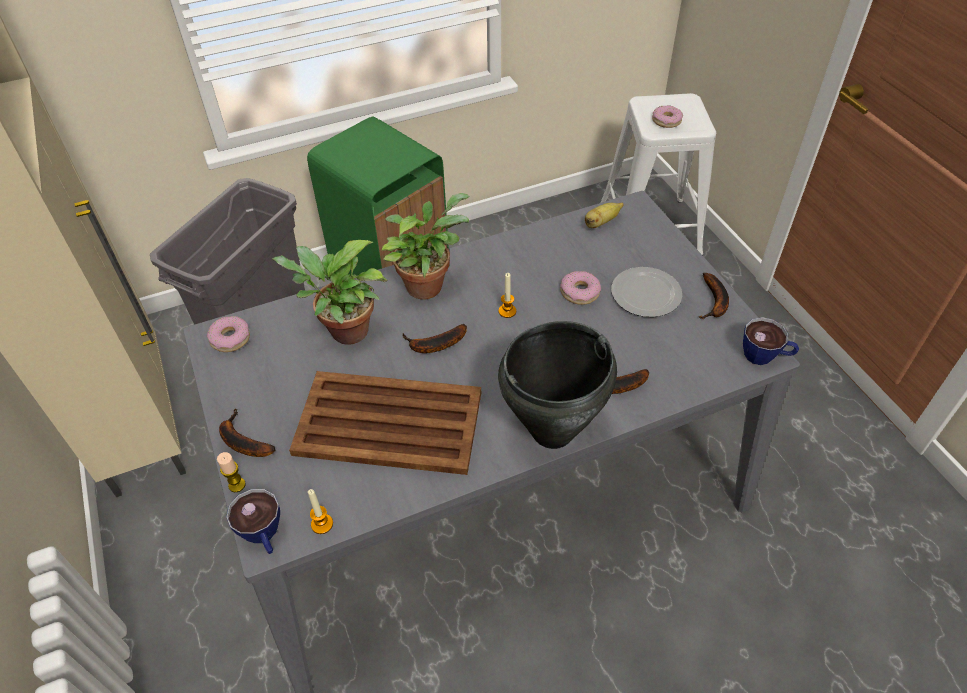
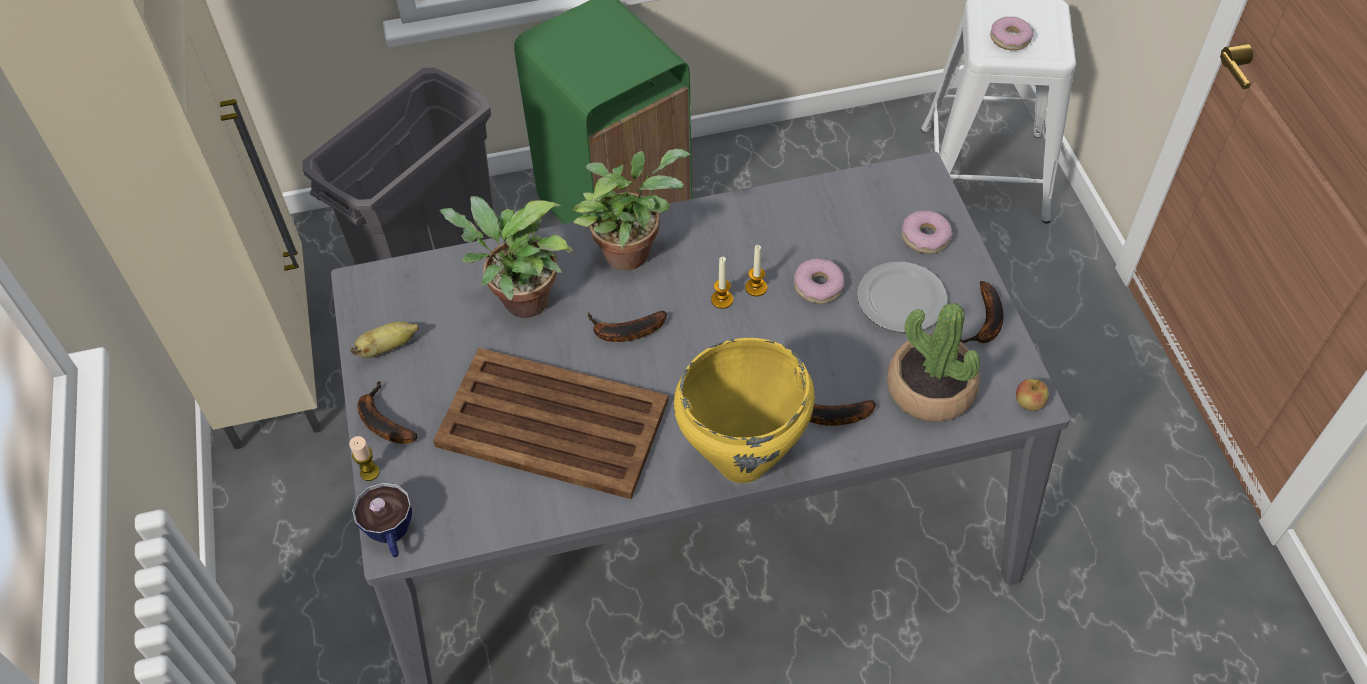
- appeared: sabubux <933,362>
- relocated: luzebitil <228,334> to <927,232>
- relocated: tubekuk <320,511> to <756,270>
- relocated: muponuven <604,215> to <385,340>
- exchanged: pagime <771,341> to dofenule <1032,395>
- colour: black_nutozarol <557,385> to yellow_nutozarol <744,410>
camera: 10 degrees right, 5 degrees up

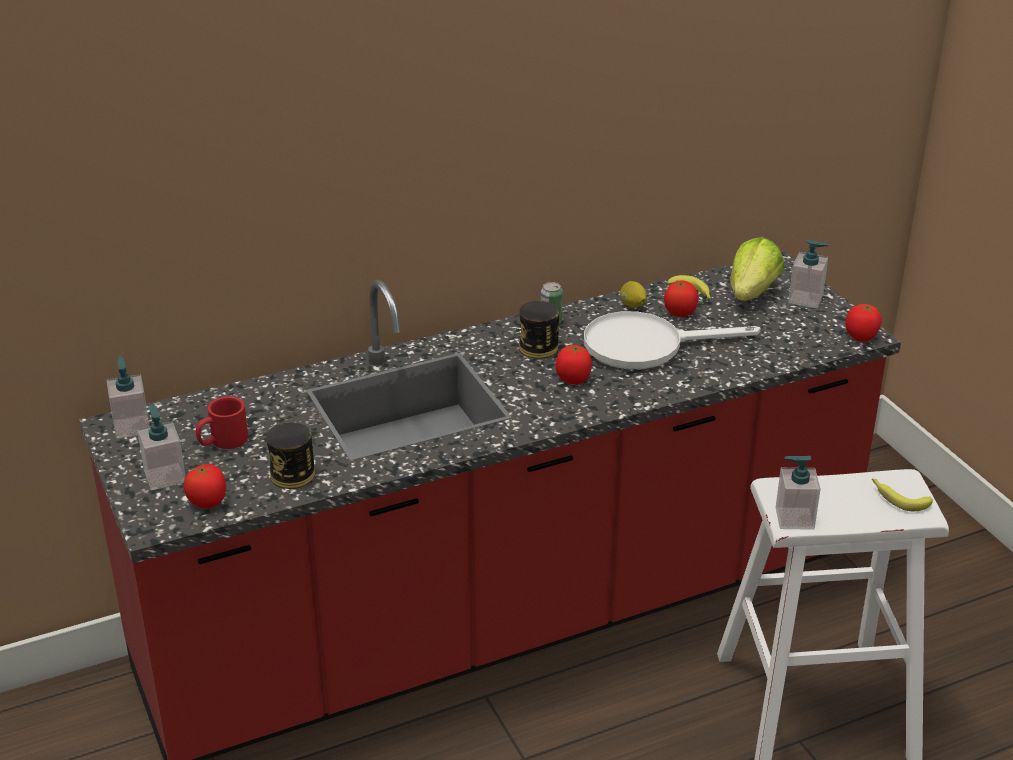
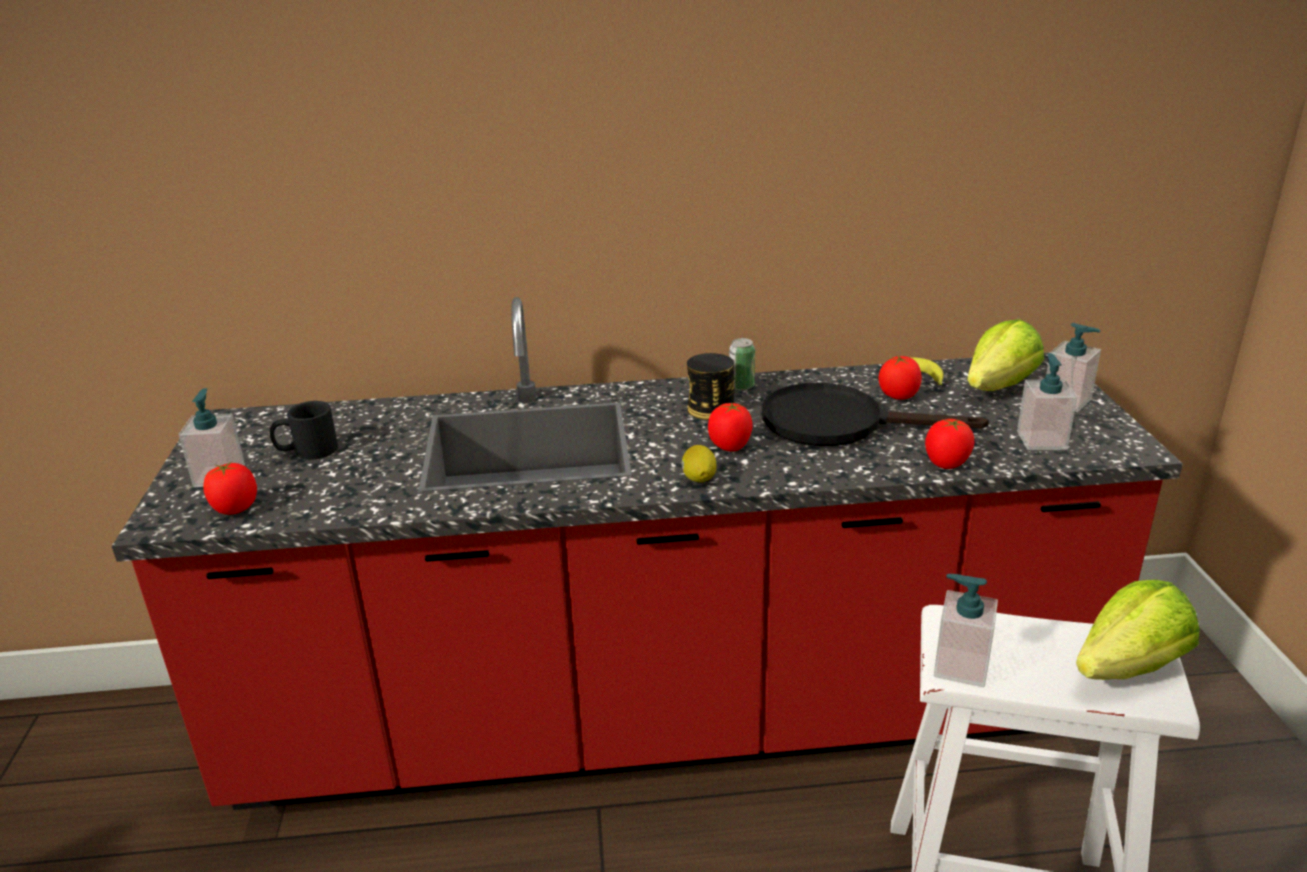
- missing: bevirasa <290,455>
- relocated: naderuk <128,397> to <1047,401>
- relocated: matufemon <633,294> to <699,463>
- relocated: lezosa <863,323> to <949,444>
- exchanged: muponuven <902,495> to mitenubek <1138,629>
- colour: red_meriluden <222,422> to black_meriluden <304,430>
- colour: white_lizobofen <672,340> to black_lizobofen <875,414>
camera: 20 degrees right, 5 degrees down

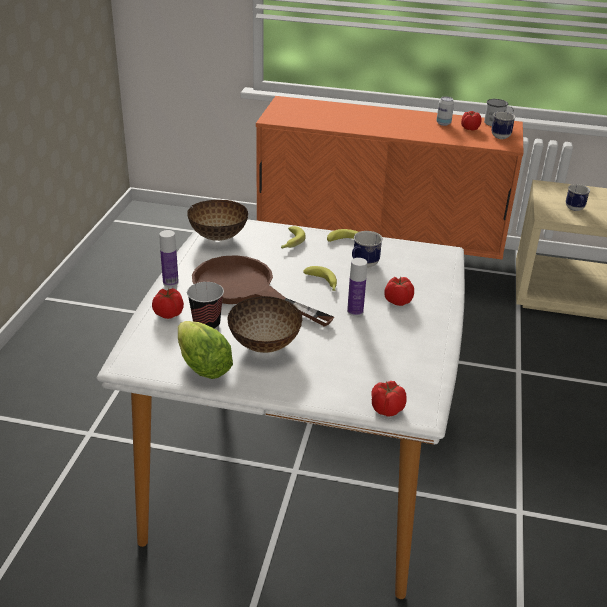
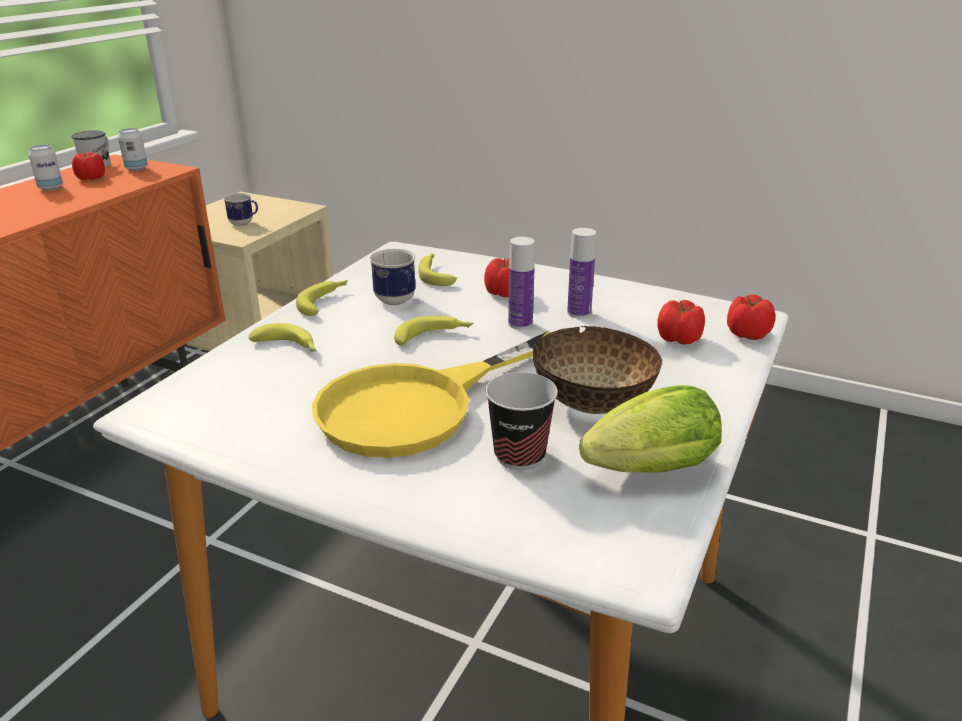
- missing: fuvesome <217,220>
- appeared: muponuven <437,269>
- relocated: lezosa <168,303> to <681,322>
- relocated: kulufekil <169,258> to <581,273>
- exchanged: meriluden <503,125> to bevirasa <133,149>
- colour: brown_lizobofen <263,291> to yellow_lizobofen <432,394>
camera: 75 degrees left, 5 degrees down

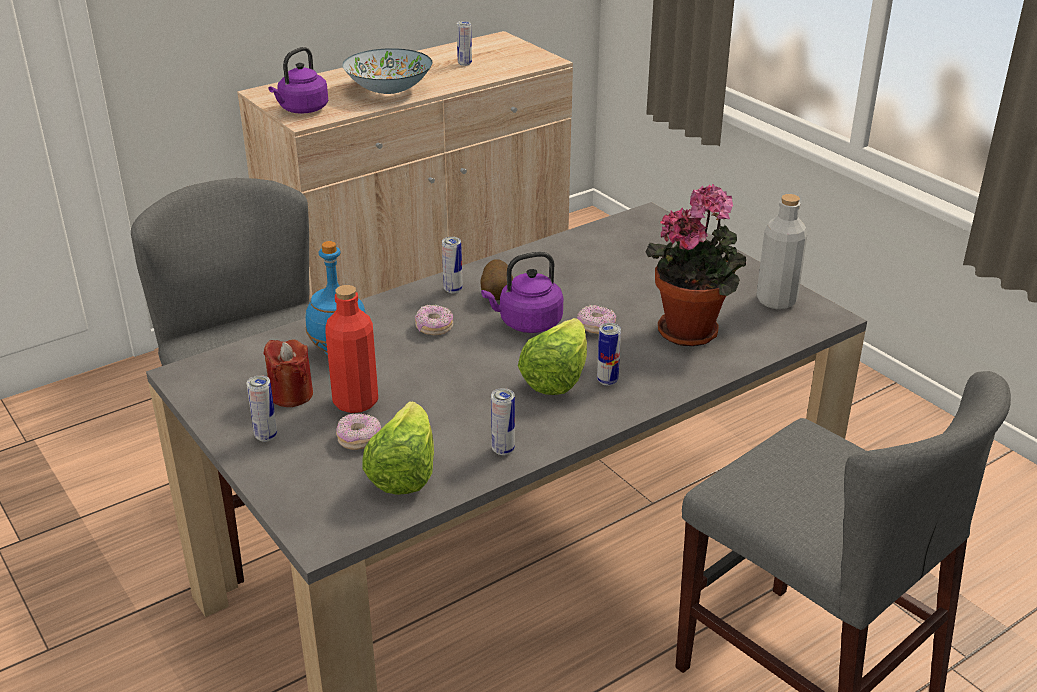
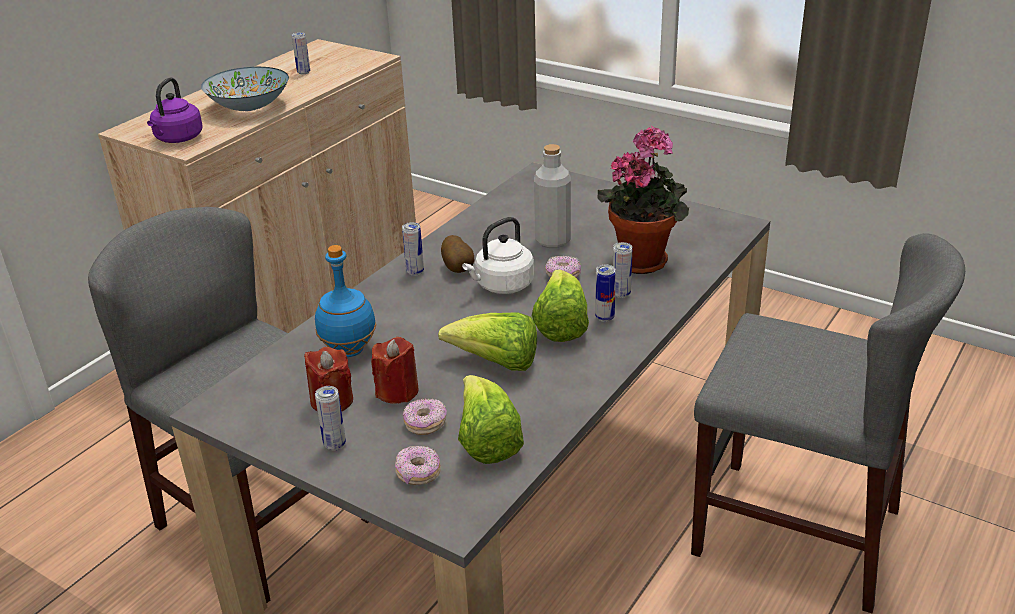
- appeared: mitenubek <487,342>
- relocated: luzebitil <434,320> to <418,465>
- relocated: bevirasa <503,421> to <622,270>
- relocated: grey_kulufekil <782,251> to <552,196>
- exchanged: red_kulufekil <351,349> to red_tubekuk <394,370>
- colour: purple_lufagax <522,292> to white_lufagax <498,255>
camera: 20 degrees left, 0 degrees up

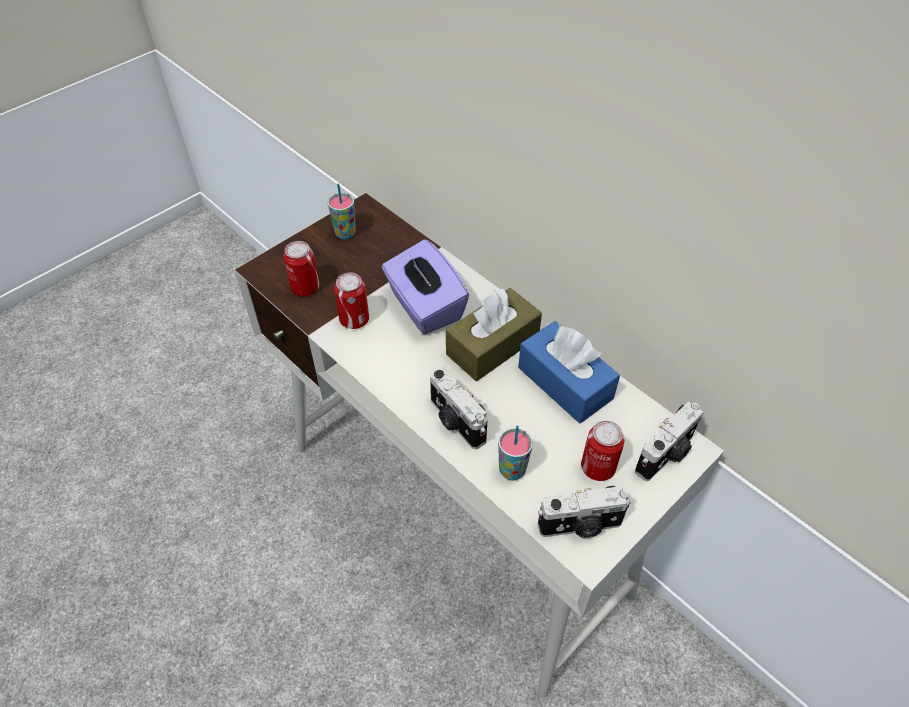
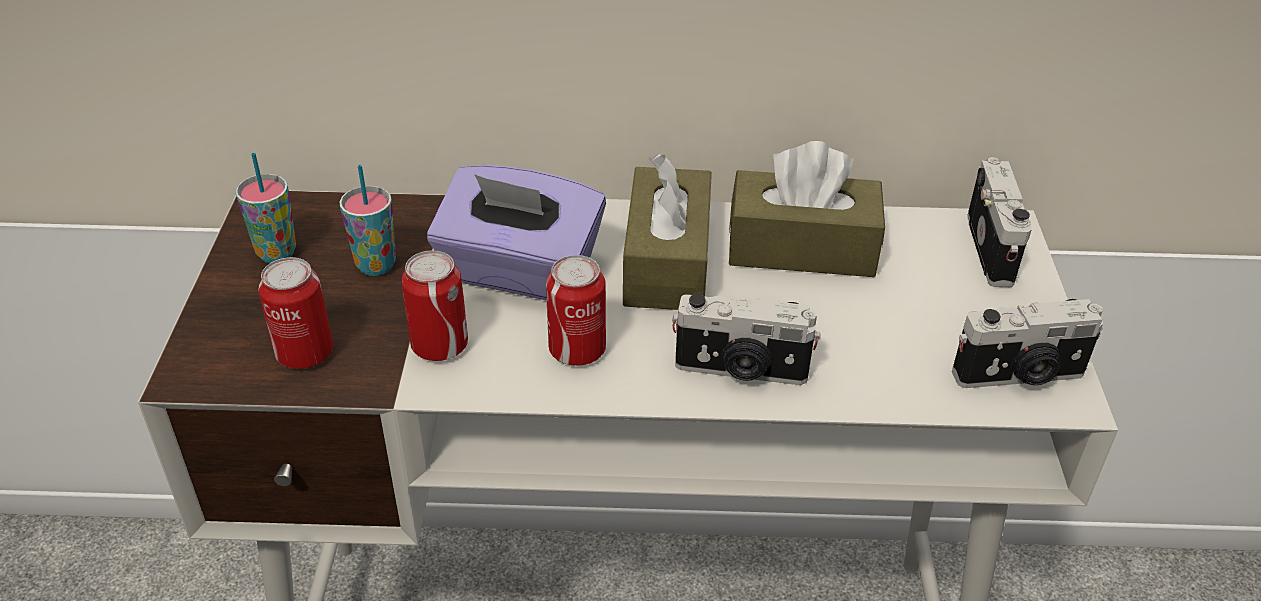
- relocated: pagime <515,453> to <368,220>
- relocated: bevirasa <603,450> to <576,310>
- colour: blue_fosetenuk <569,372> to brown_fosetenuk <807,209>
- spun: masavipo <584,512> = <1027,343> 45 degrees clockwise
camera: 45 degrees left, 10 degrees down

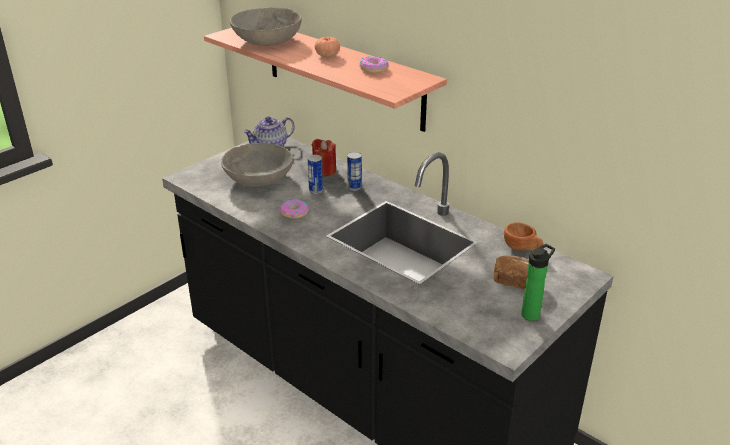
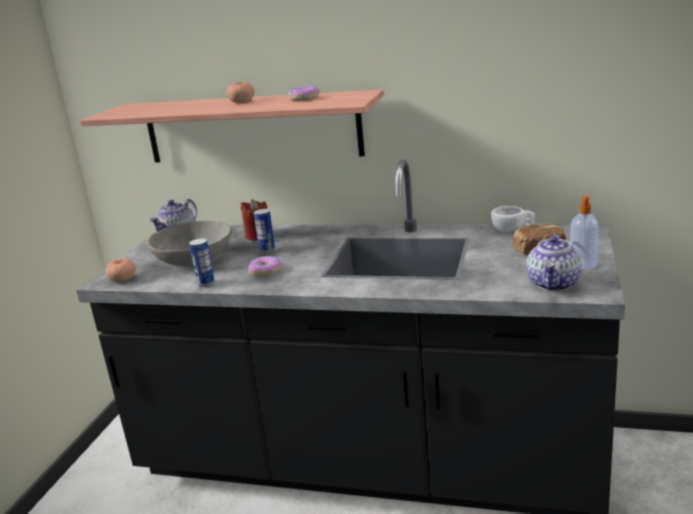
- missing: grey_fuvesome <266,26>
- appeared: lezosa <120,270>
- appeared: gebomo <554,262>
- relocated: bevirasa <354,171> to <202,262>
- exchanged: kulufekil <538,282> to naderuk <584,233>
- colour: brown_pagime <523,236> to white_pagime <513,219>
camera: 25 degrees left, 10 degrees down

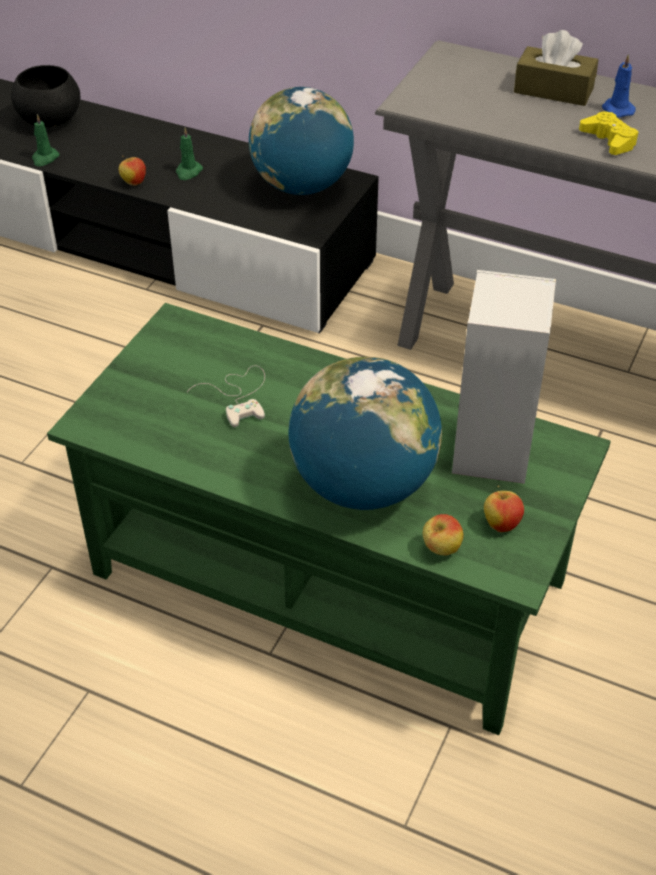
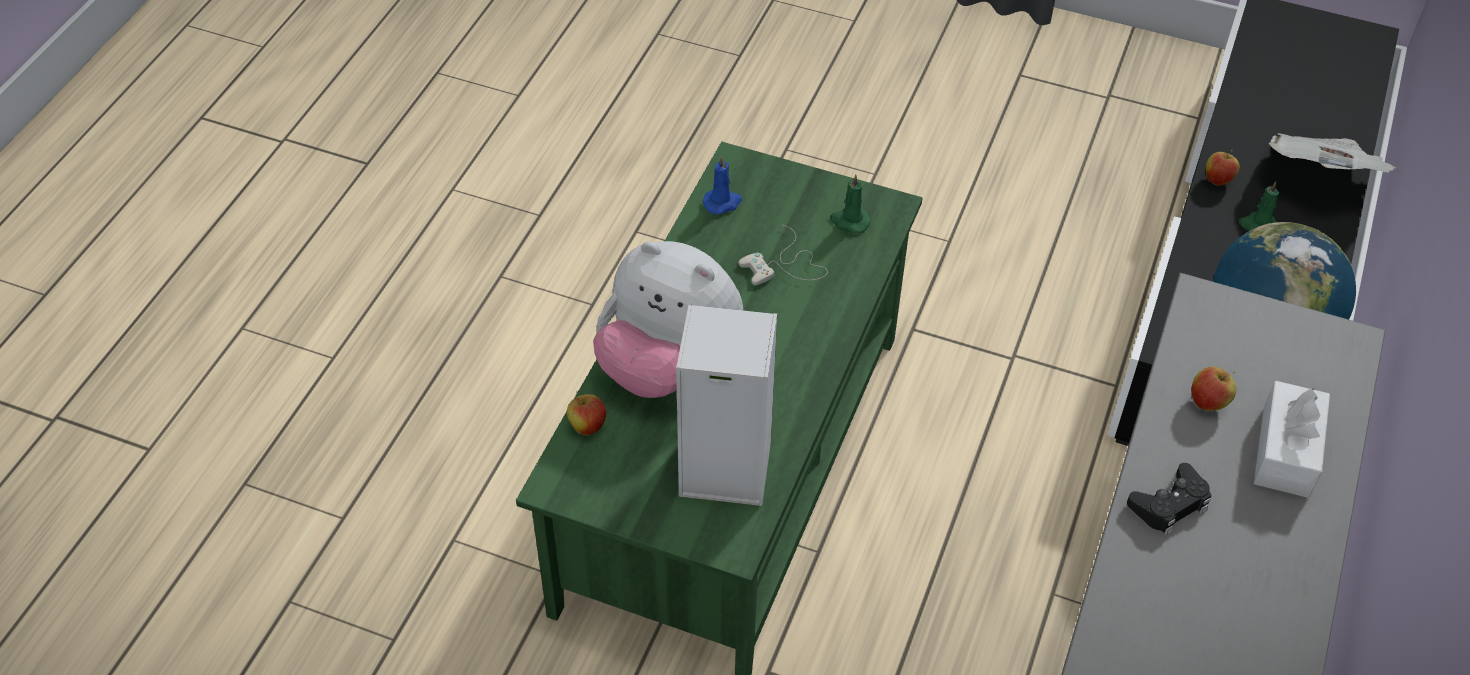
- missing: black_fuvesome <45,96>
- appeared: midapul <1332,152>
- relocated: green_tubekuk <45,140> to <850,204>
- relocated: dofenule <504,509> to <1213,388>
- relocated: blue_tubekuk <619,86> to <722,185>
- exchanged: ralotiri <365,433> to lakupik <668,319>
- colour: brown_fosetenuk <556,68> to white_fosetenuk <1292,439>
- colour: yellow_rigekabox <609,133> to black_rigekabox <1169,499>
camera: 85 degrees right, 5 degrees up

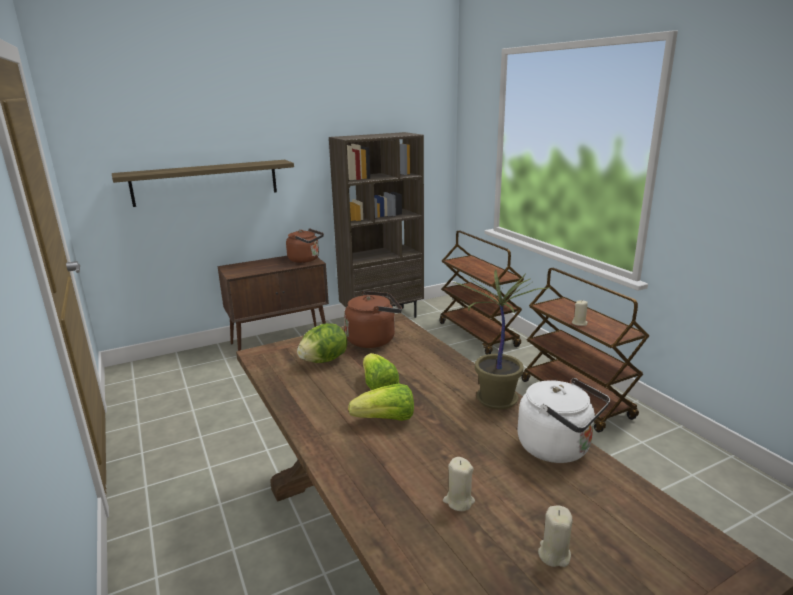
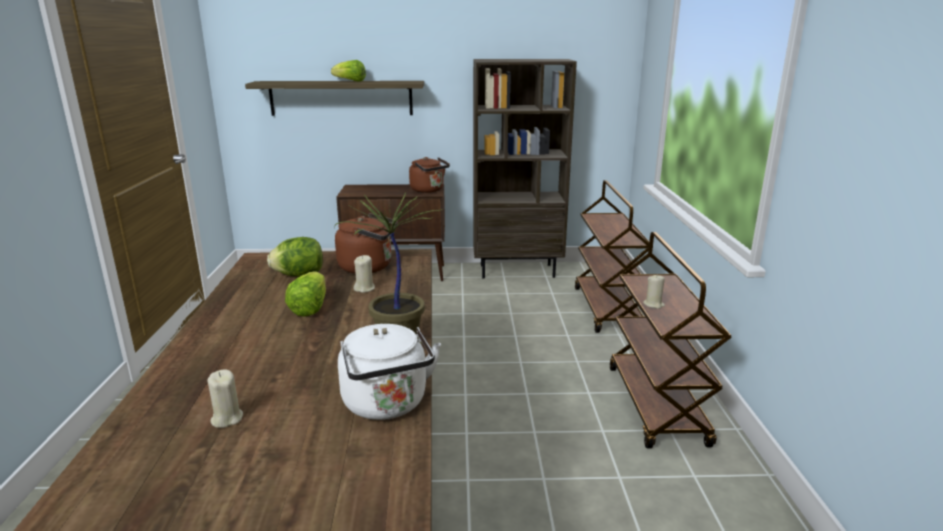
- relocated: mitenubek <381,402> to <348,71>
- relocated: beige_tubekuk <555,536> to <364,274>
camera: 25 degrees right, 0 degrees up

